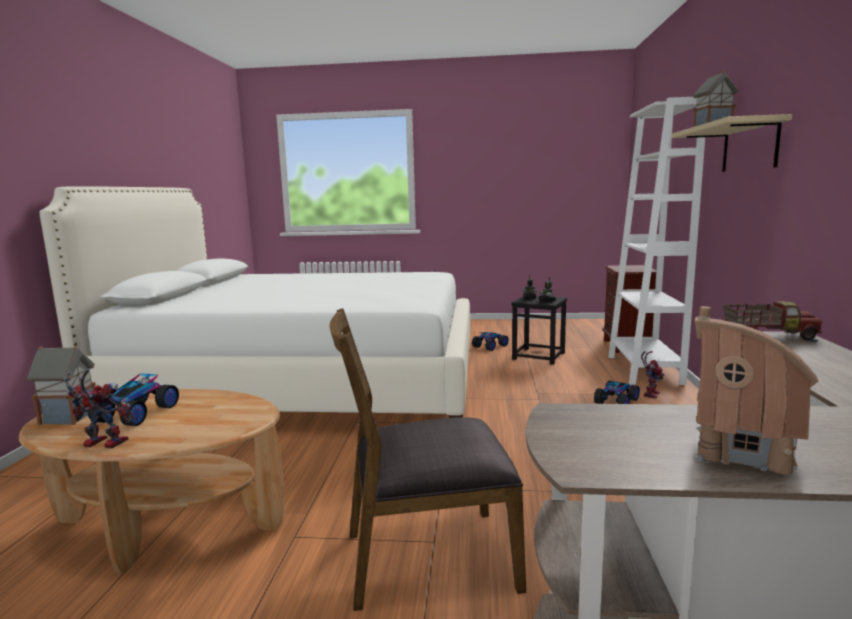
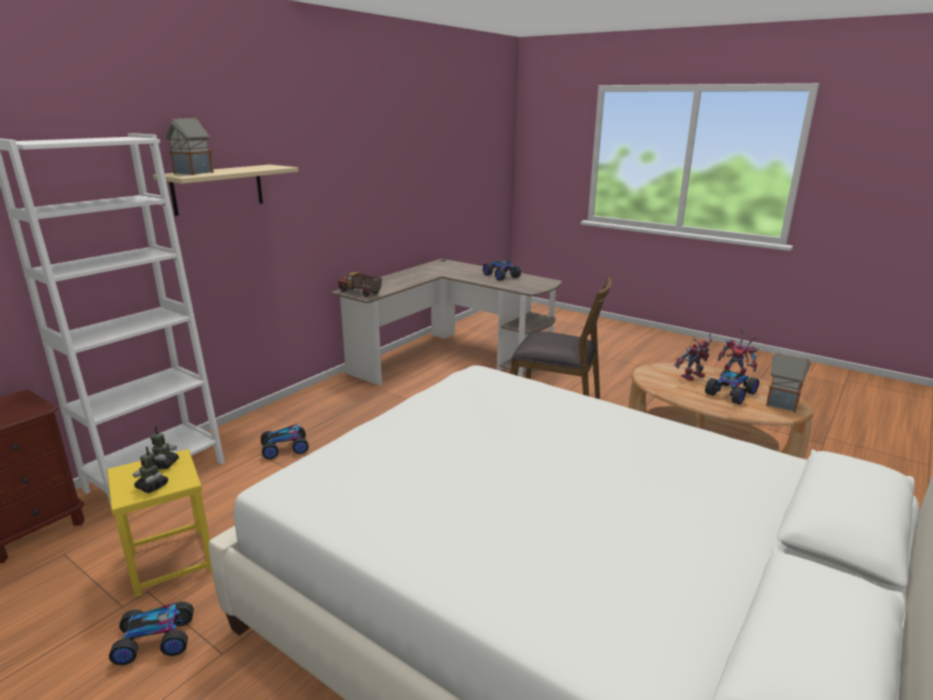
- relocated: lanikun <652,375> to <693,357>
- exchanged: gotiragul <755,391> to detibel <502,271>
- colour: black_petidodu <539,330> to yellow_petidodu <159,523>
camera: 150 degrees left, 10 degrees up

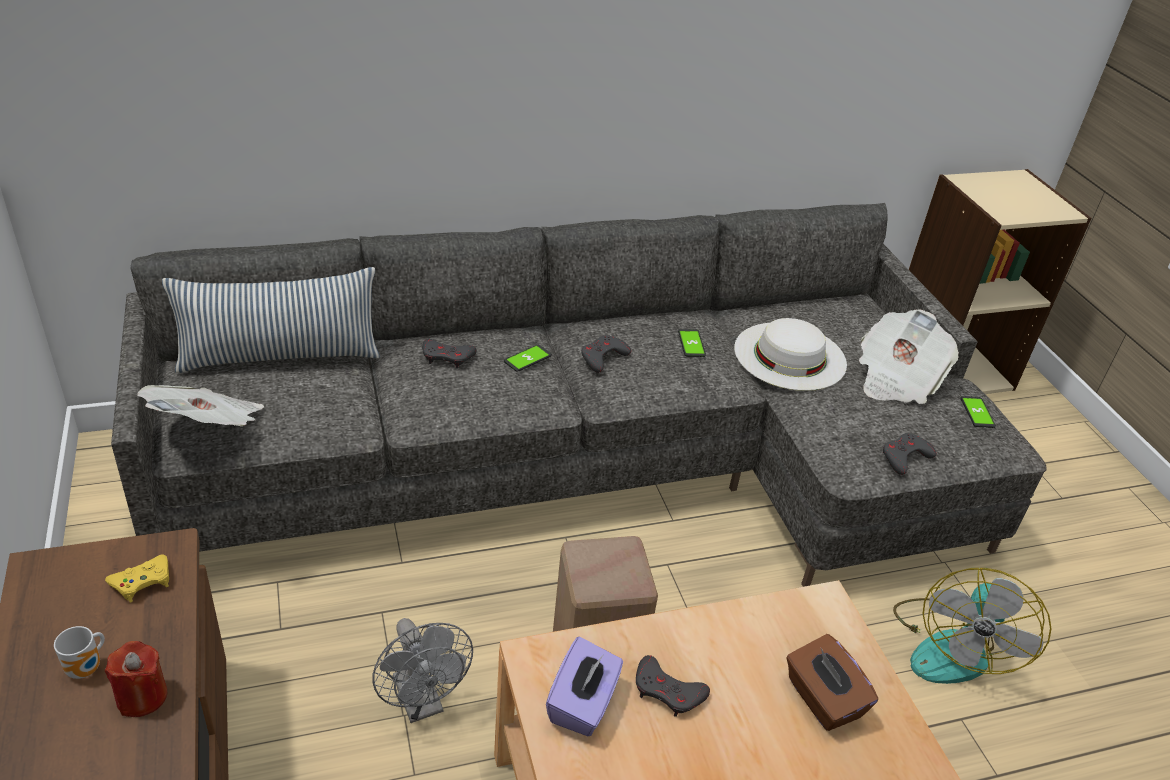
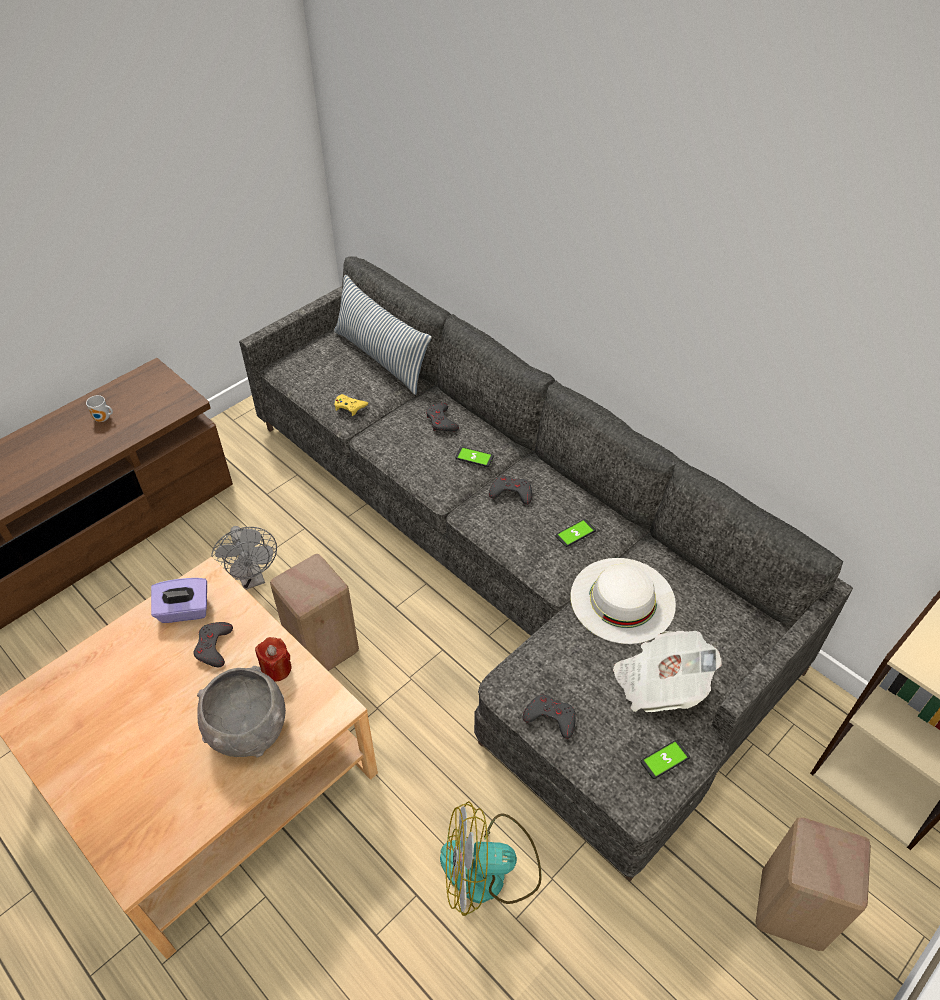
- missing: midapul <200,405>
- appeared: beige_petidodu <813,884>
- relocated: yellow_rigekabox <137,578> to <351,405>
- relocated: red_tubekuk <136,679> to <273,659>
- exchanged: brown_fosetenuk <832,682> to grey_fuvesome <241,712>
- spun: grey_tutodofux <422,670> = <244,558> 60 degrees counterclockwise
camera: 65 degrees right, 10 degrees up

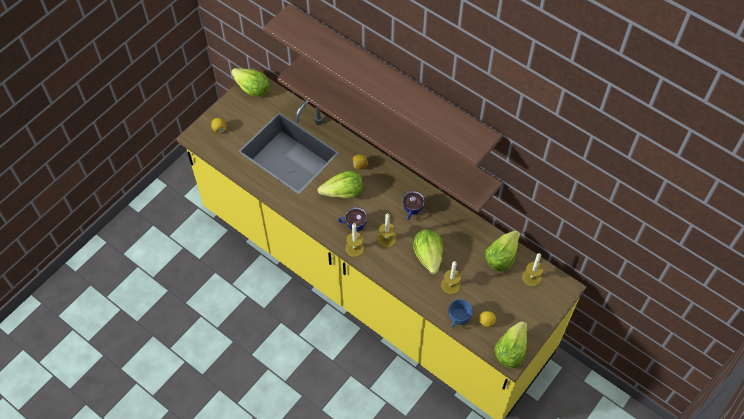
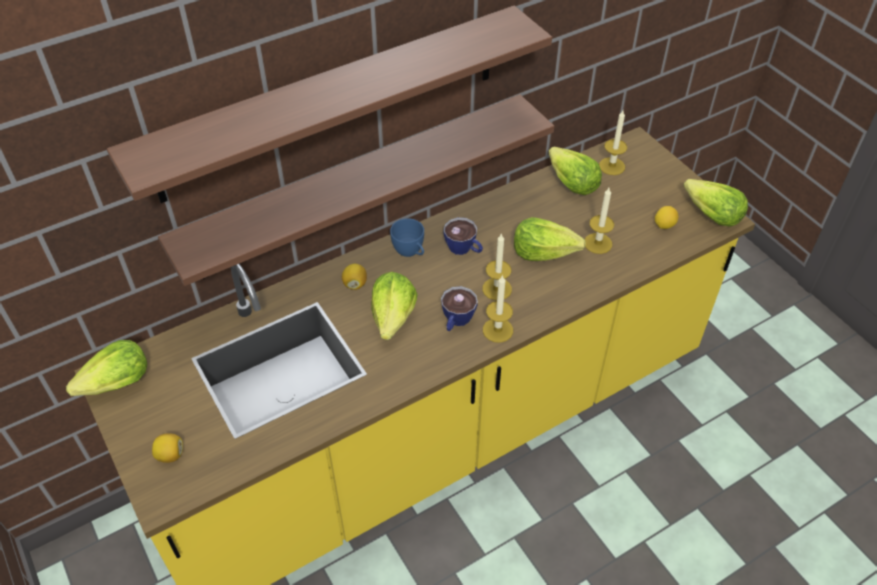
- relocated: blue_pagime <461,313> to <407,237>
camera: 70 degrees left, 10 degrees down

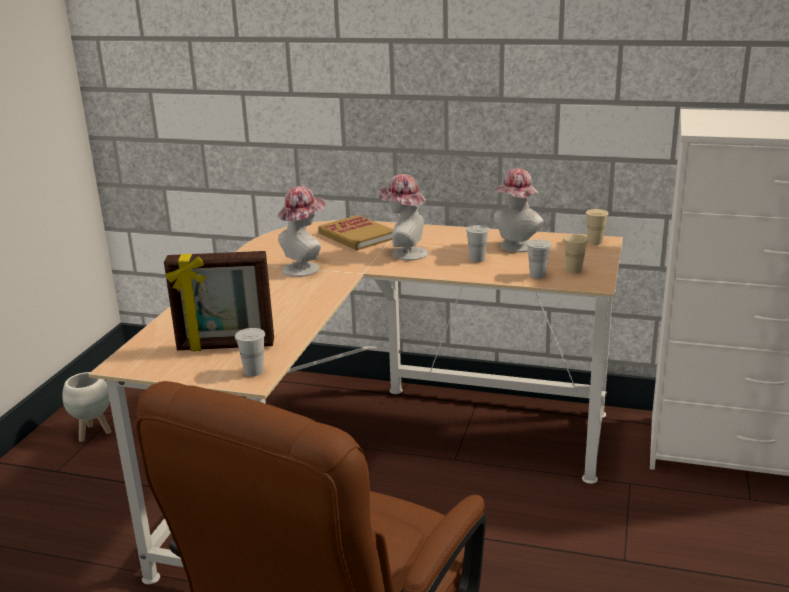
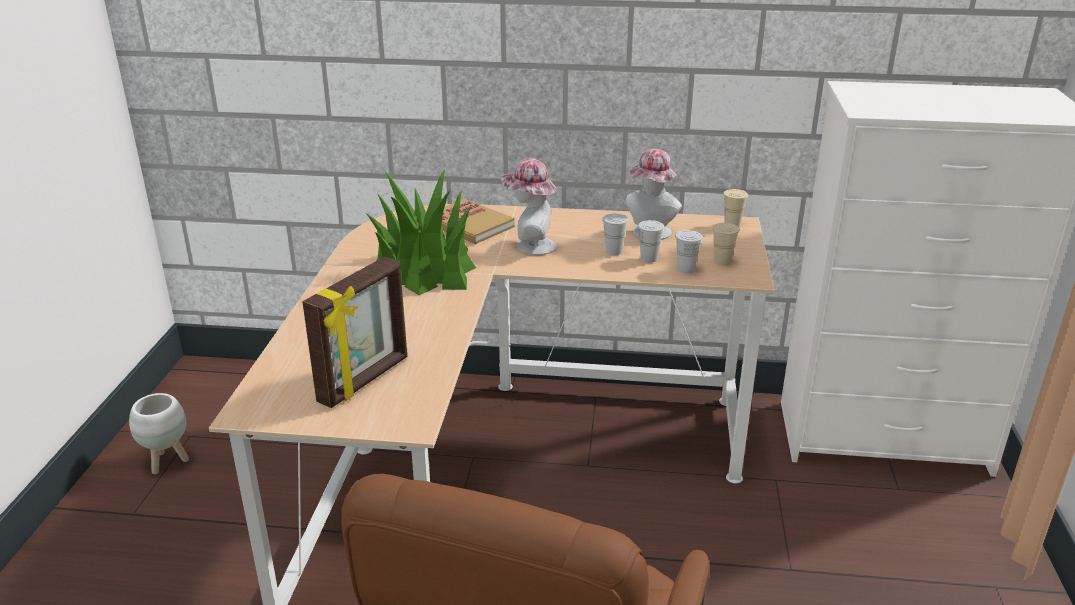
- relocated: white_pagime <250,352> to <651,241>
- exchanged: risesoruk <301,231> to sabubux <421,232>
- spun: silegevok <219,301> = <354,332> 45 degrees counterclockwise
camera: 10 degrees left, 5 degrees up

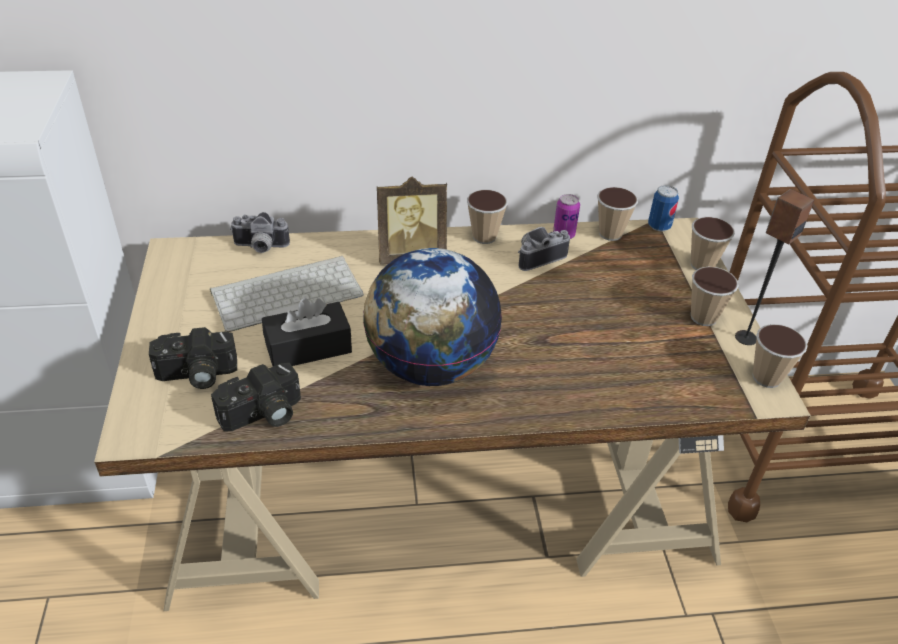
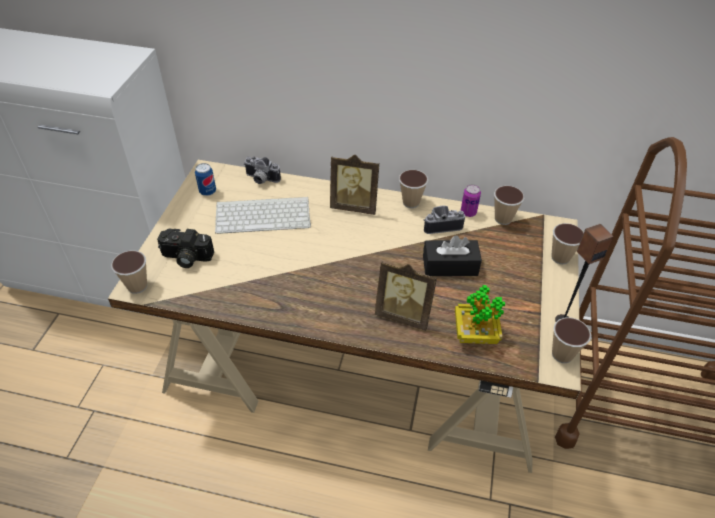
- missing: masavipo <256,397>
- missing: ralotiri <432,317>
- appeared: silegevok <406,295>
- appeared: sabubux <480,314>
- relocated: black_fosetenuk <307,332> to <452,255>
- relocated: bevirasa <663,208> to <205,179>
- relocated: pagime <715,296> to <129,272>
camera: 20 degrees right, 5 degrees up

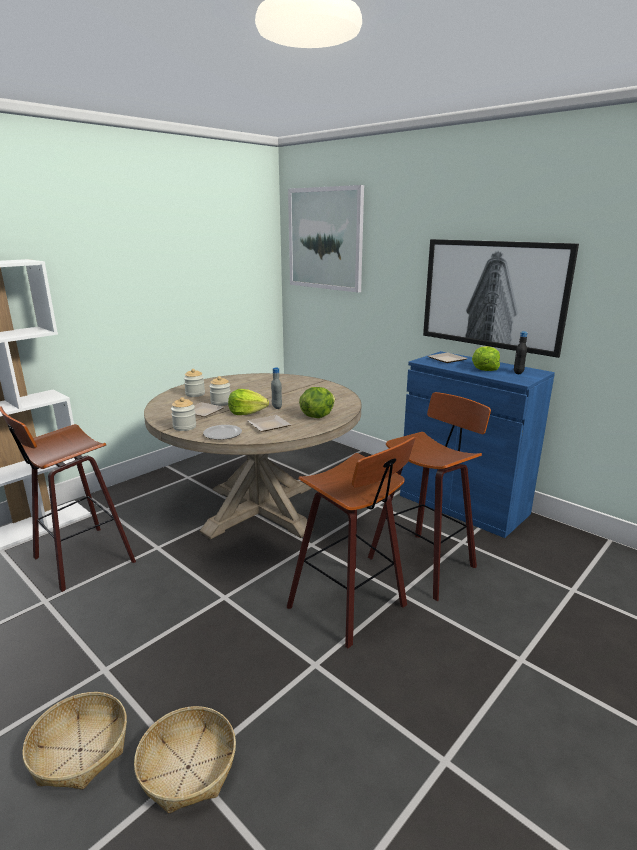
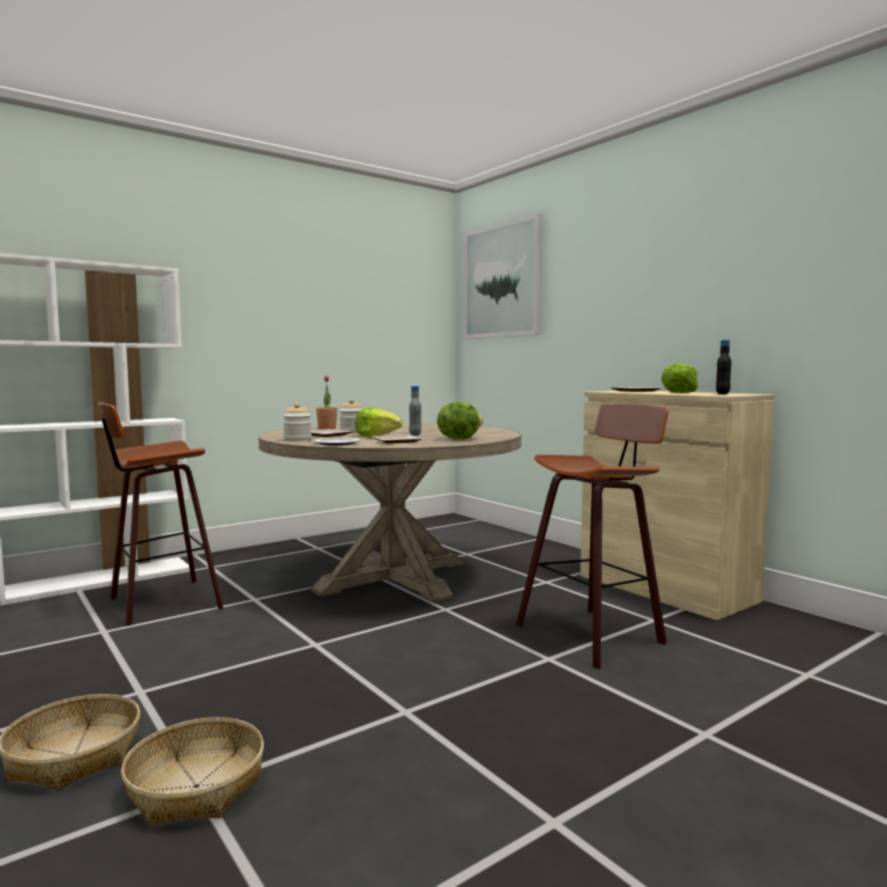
- missing: petidodu <351,542>
- missing: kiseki <501,298>
- exchanged: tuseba <194,383> to sabubux <326,402>
- colour: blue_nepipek <477,444> to beige_nepipek <677,506>
camera: 10 degrees right, 15 degrees down

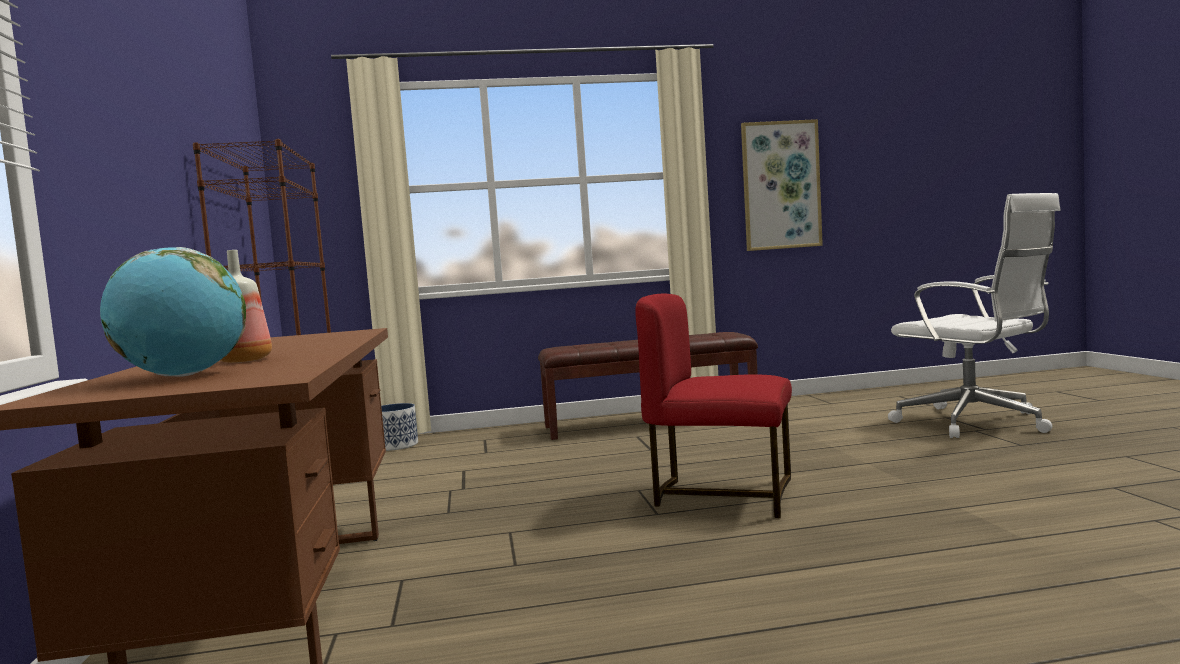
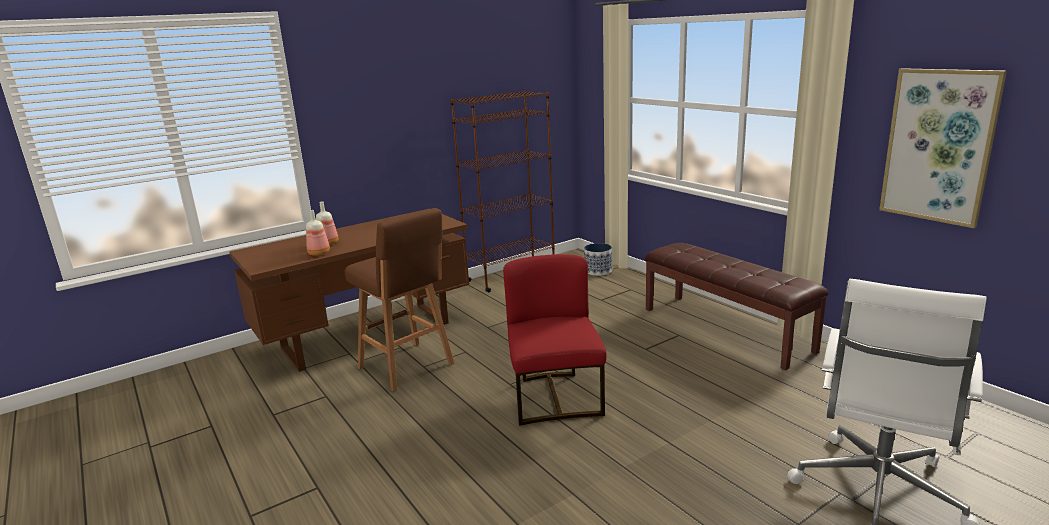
- missing: ralotiri <173,312>
- appeared: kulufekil <318,233>
- appeared: brown_petidodu <399,299>
camera: 65 degrees right, 15 degrees up

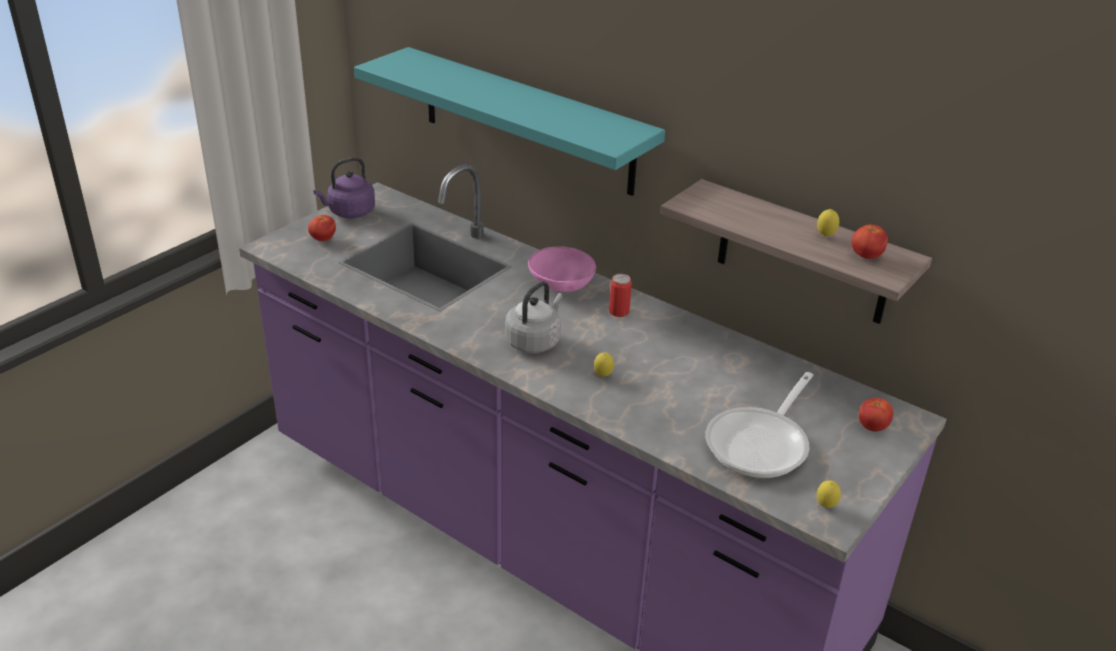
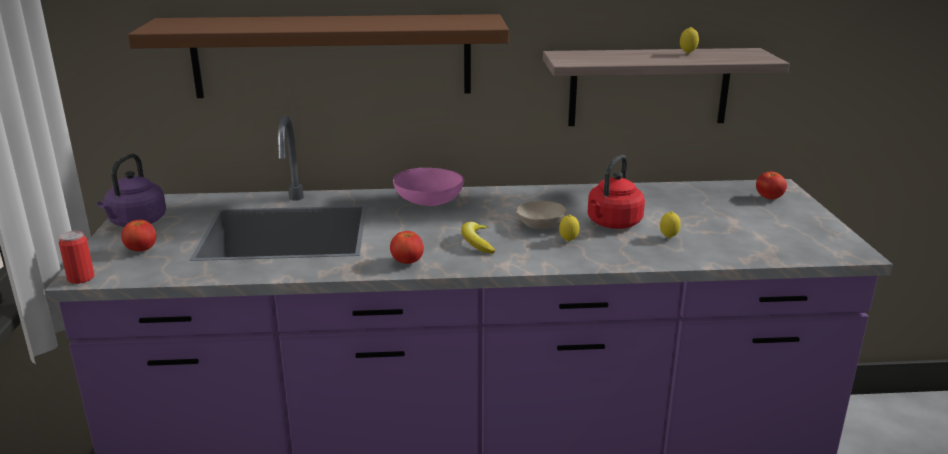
- missing: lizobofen <759,425>
- appeared: beige_fuvesome <541,215>
- appeared: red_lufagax <616,192>
- relocated: bevirasa <620,295> to <77,257>
- relocated: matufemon <829,494> to <670,224>
- relocated: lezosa <869,242> to <407,247>
- exchanged: grey_lufagax <534,317> to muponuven <478,237>
- colour: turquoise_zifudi <509,121> to brown_zifudi <318,56>
camera: 40 degrees left, 10 degrees down

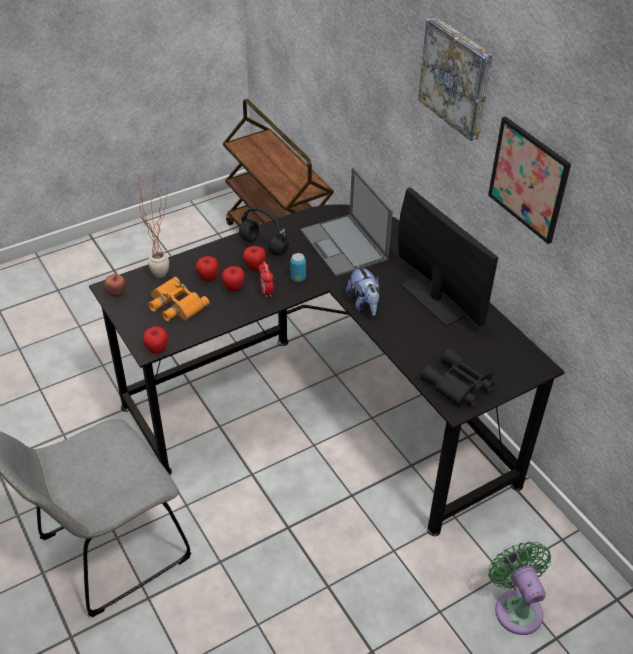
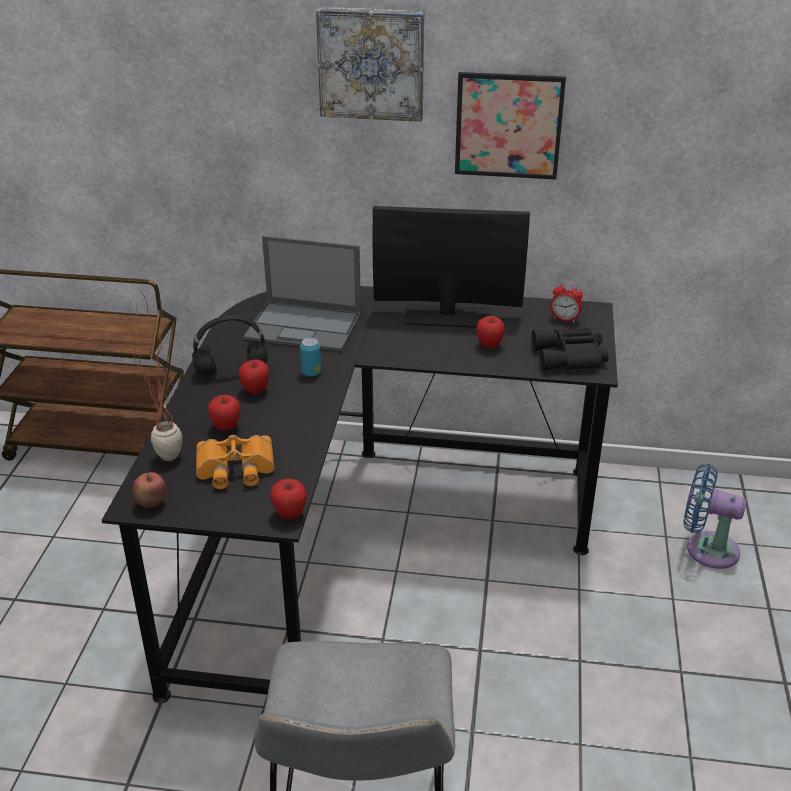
- missing: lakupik <363,290>
- relocated: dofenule <233,279> to <490,332>
- relocated: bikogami <266,280> to <566,301>
- colour: green_tutodofux <519,588> to blue_tutodofux <715,516>
camera: 50 degrees left, 10 degrees down

